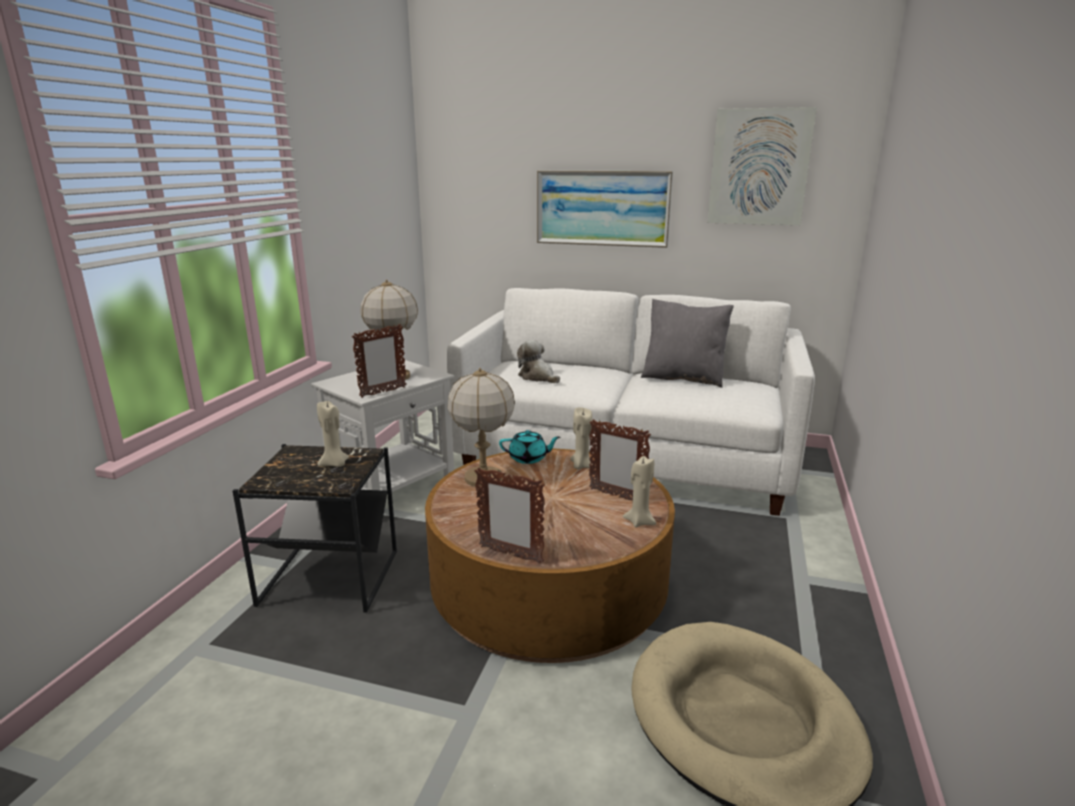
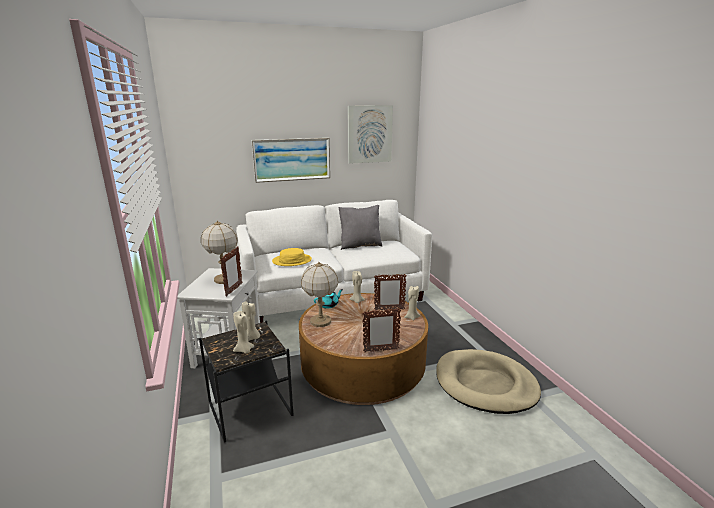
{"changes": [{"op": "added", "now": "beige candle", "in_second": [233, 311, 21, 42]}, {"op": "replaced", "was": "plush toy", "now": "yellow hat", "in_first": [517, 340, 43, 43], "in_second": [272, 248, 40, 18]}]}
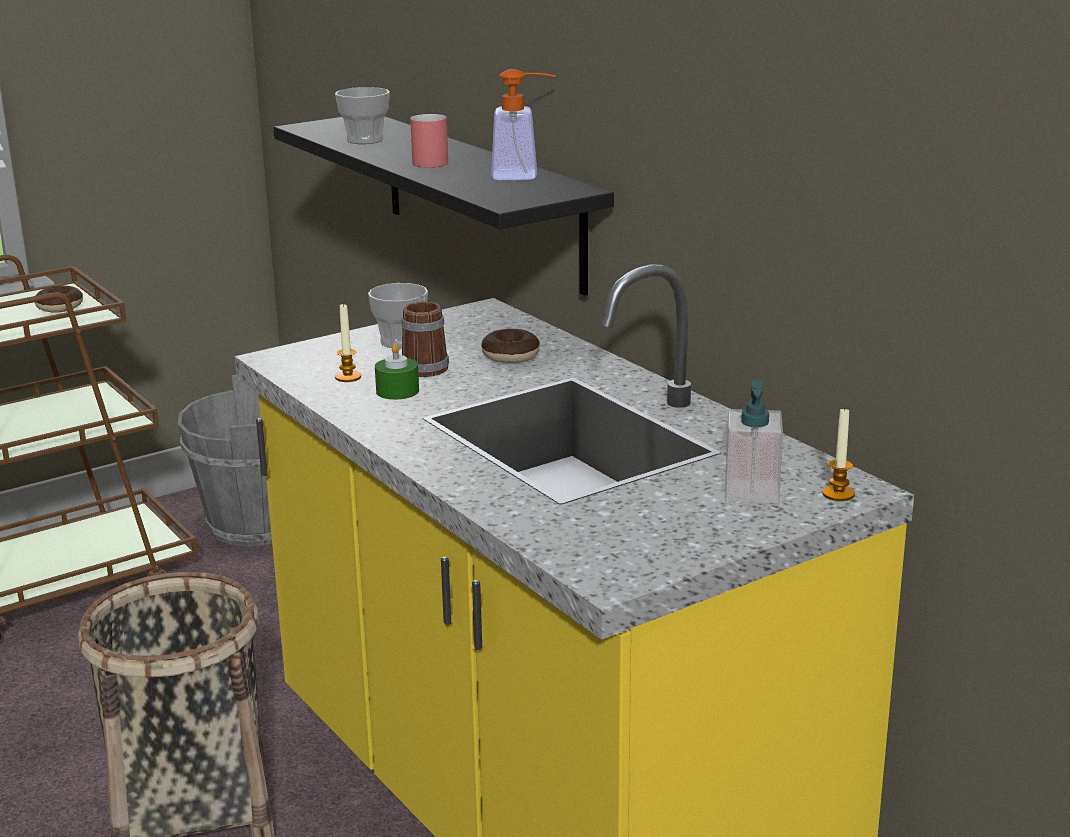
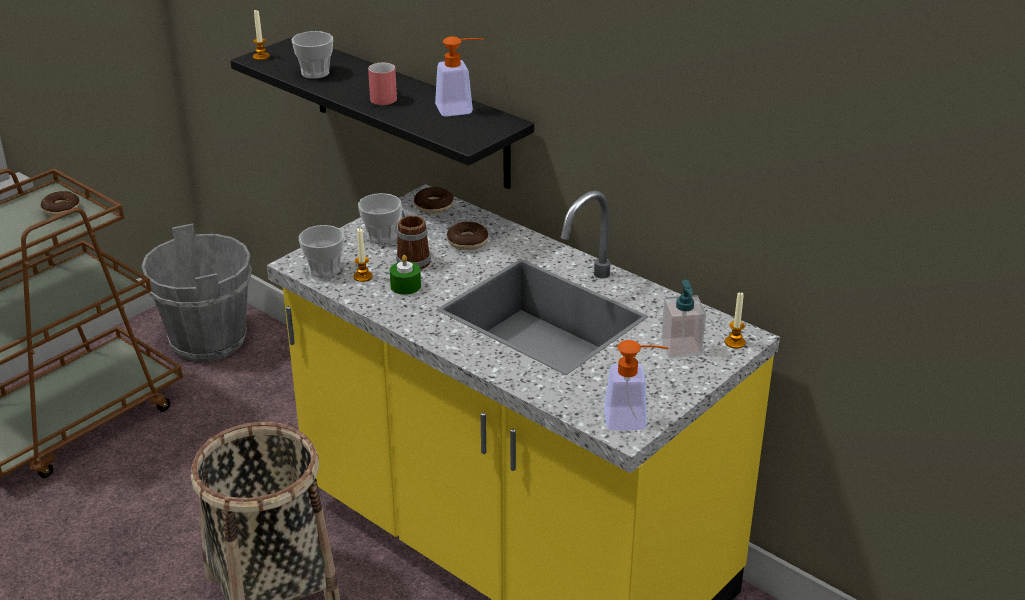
{"changes": [{"op": "added", "now": "candle", "in_second": [253, 10, 17, 50]}, {"op": "added", "now": "cup", "in_second": [299, 225, 45, 53]}, {"op": "added", "now": "donut", "in_second": [414, 187, 40, 27]}, {"op": "added", "now": "soap dispenser", "in_second": [604, 340, 65, 90]}]}
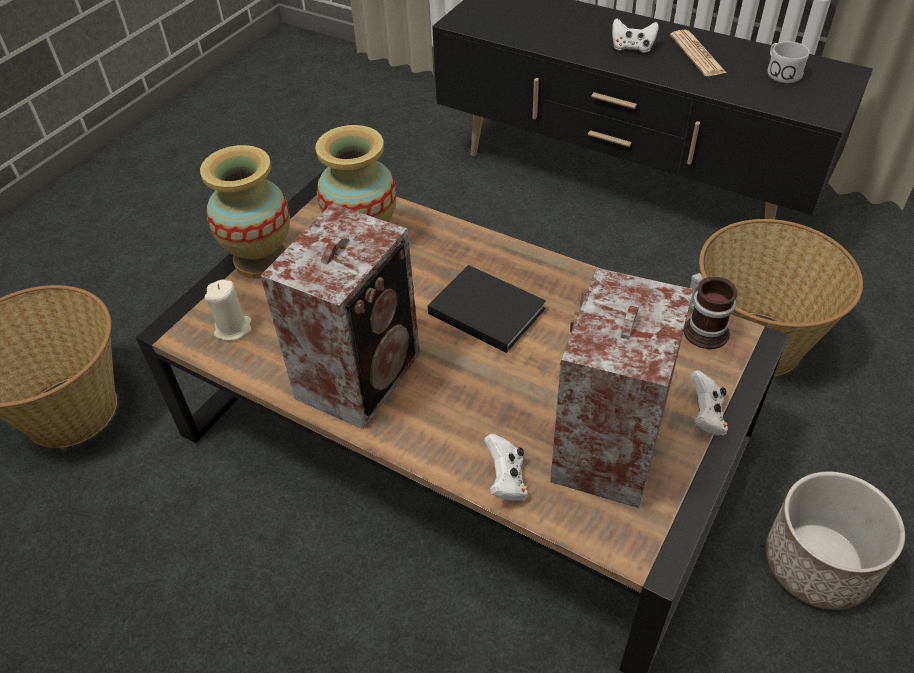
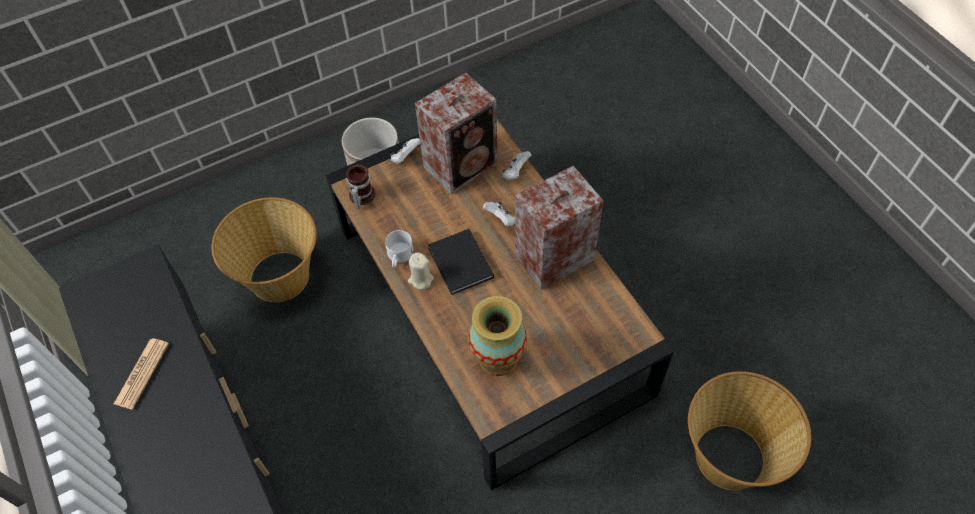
{"changes": [{"op": "moved", "was": "white mug", "in_first": [767, 41, 42, 42], "in_second": [385, 230, 29, 38]}, {"op": "moved", "was": "beige candle", "in_first": [205, 279, 46, 62], "in_second": [408, 252, 26, 37]}, {"op": "moved", "was": "white game controller", "in_first": [612, 18, 46, 35], "in_second": [483, 201, 32, 25]}, {"op": "removed", "was": "vase", "in_first": [200, 145, 90, 134]}]}
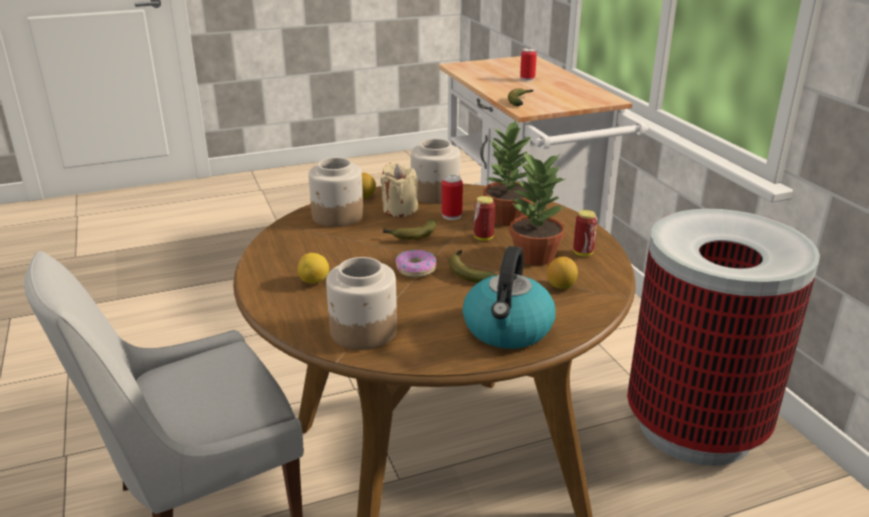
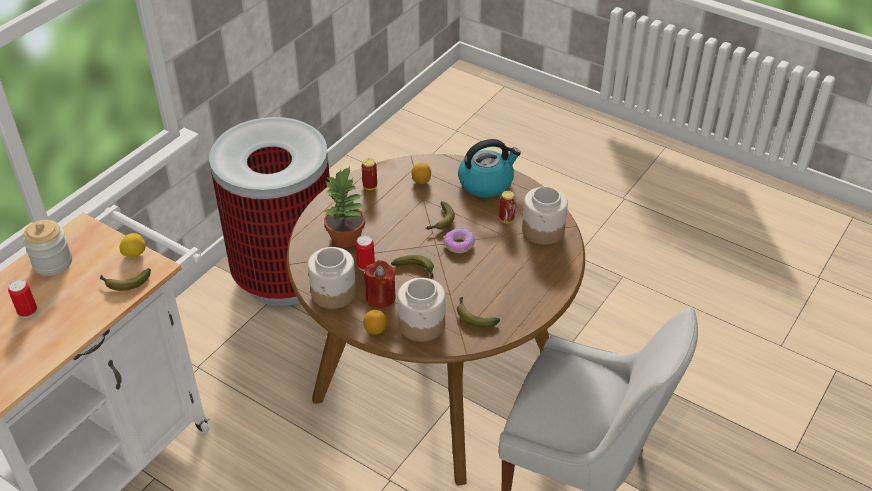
{"changes": [{"op": "added", "now": "jar", "in_second": [23, 220, 49, 56]}, {"op": "moved", "was": "lemon", "in_first": [297, 253, 32, 31], "in_second": [120, 233, 26, 24]}, {"op": "recoloured", "was": "beige candle", "now": "red candle", "in_first": [380, 162, 38, 55], "in_second": [364, 260, 32, 48]}, {"op": "added", "now": "banana", "in_second": [457, 297, 43, 31]}, {"op": "moved", "was": "can", "in_first": [474, 196, 21, 45], "in_second": [499, 191, 17, 32]}, {"op": "removed", "was": "potted plant", "in_first": [509, 152, 56, 113]}]}
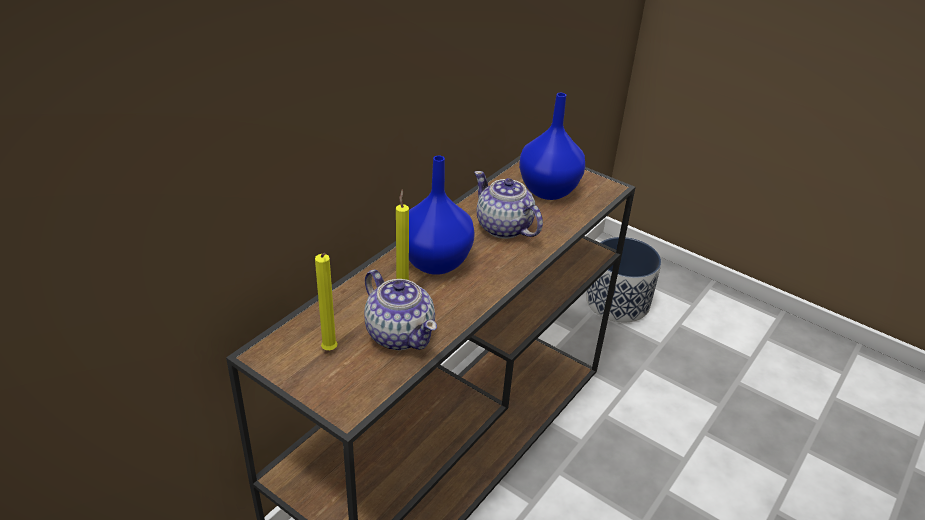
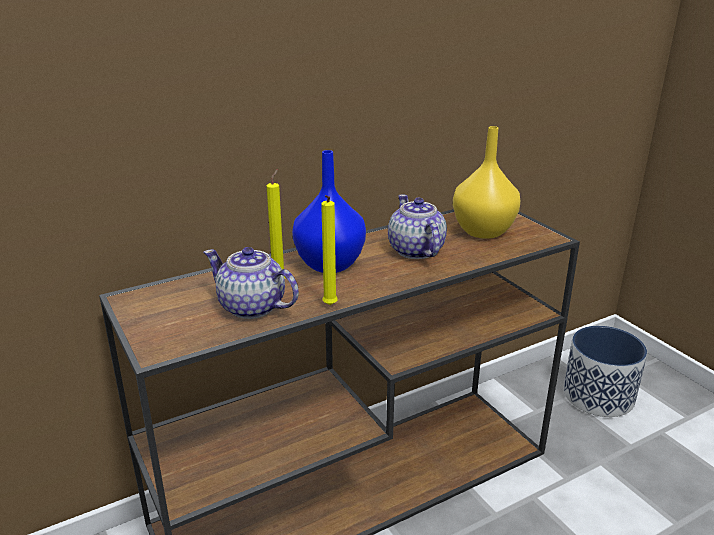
{"changes": [{"op": "turned", "was": "teapot", "in_first": [364, 270, 73, 80], "in_second": [204, 247, 95, 72], "clockwise": 135}, {"op": "moved", "was": "yellow candle", "in_first": [315, 253, 22, 97], "in_second": [321, 195, 17, 110]}, {"op": "recoloured", "was": "blue vase", "now": "yellow vase", "in_first": [519, 93, 66, 107], "in_second": [453, 126, 67, 113]}]}
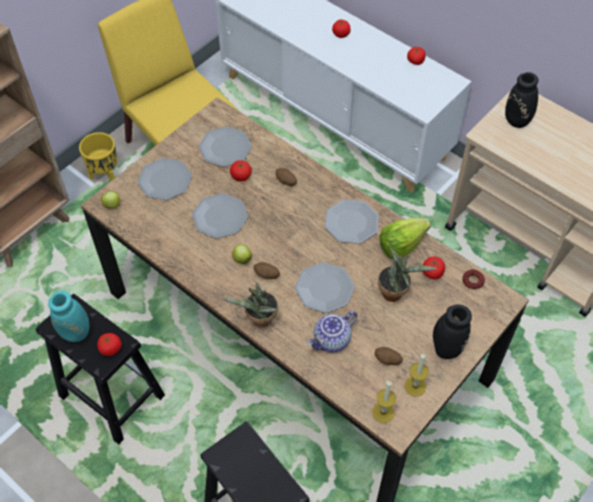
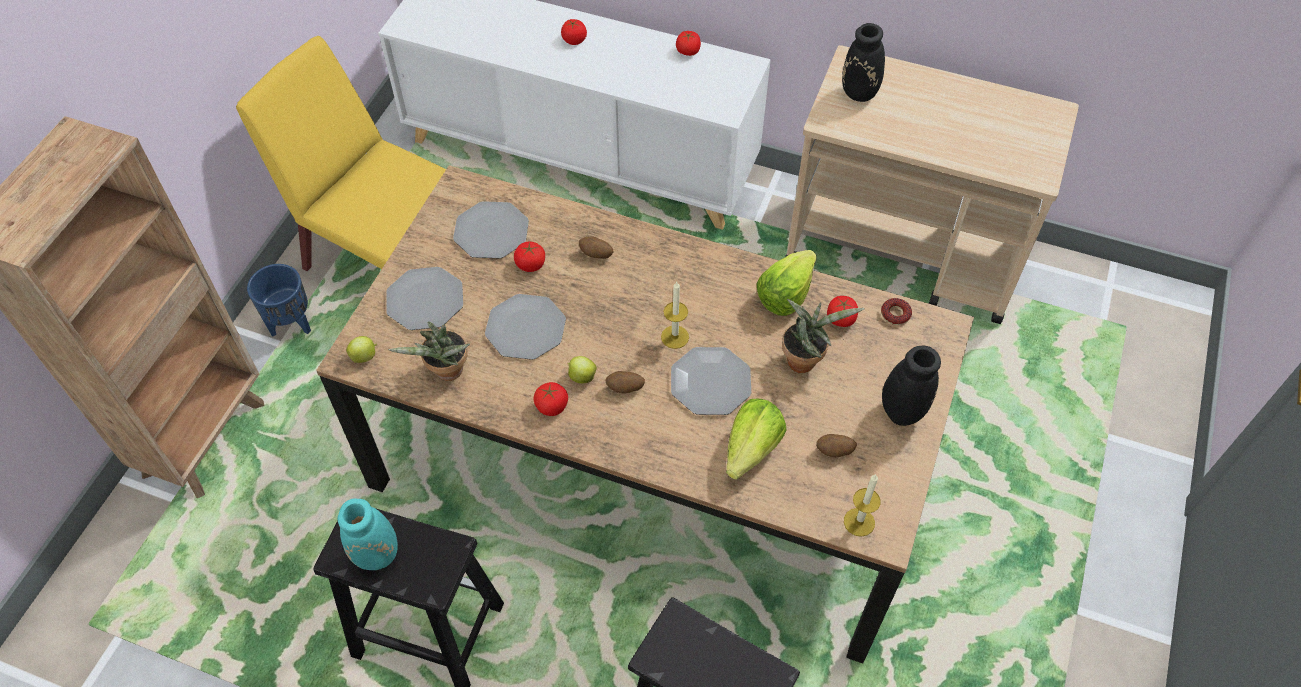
{"changes": [{"op": "recoloured", "was": "yellow planter", "now": "blue planter", "in_first": [79, 132, 39, 49], "in_second": [247, 264, 64, 73]}, {"op": "moved", "was": "potted plant", "in_first": [221, 283, 58, 45], "in_second": [388, 321, 82, 60]}, {"op": "moved", "was": "tomato", "in_first": [97, 333, 25, 23], "in_second": [534, 382, 34, 34]}, {"op": "moved", "was": "candle", "in_first": [404, 353, 25, 44], "in_second": [661, 282, 28, 67]}, {"op": "replaced", "was": "teapot", "now": "lettuce", "in_first": [307, 311, 50, 42], "in_second": [726, 399, 61, 80]}, {"op": "removed", "was": "plate", "in_first": [324, 199, 55, 45]}]}
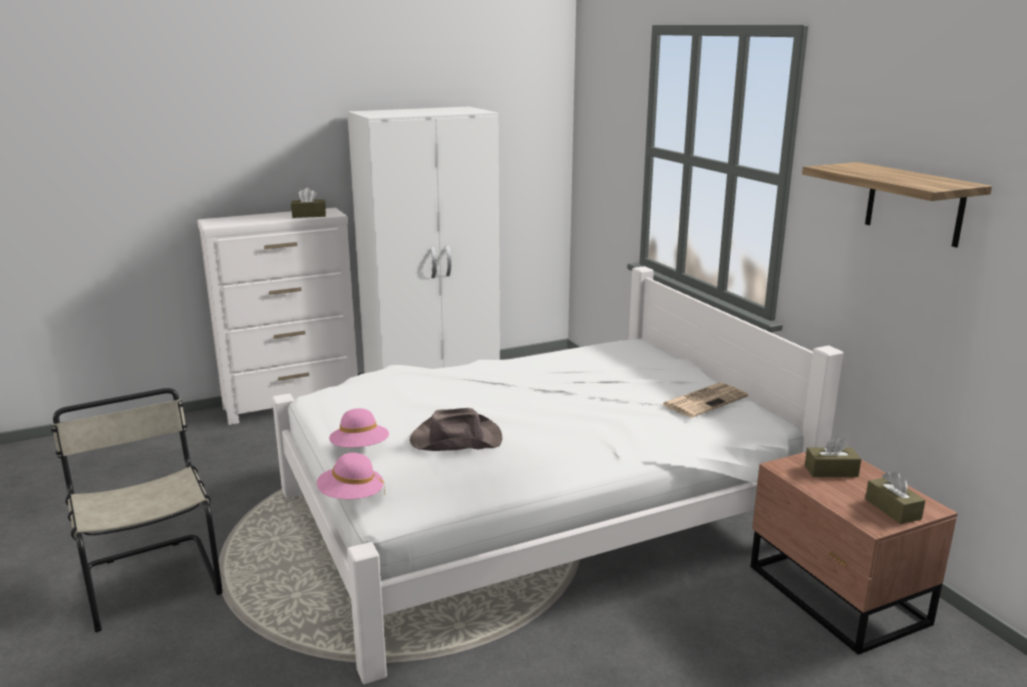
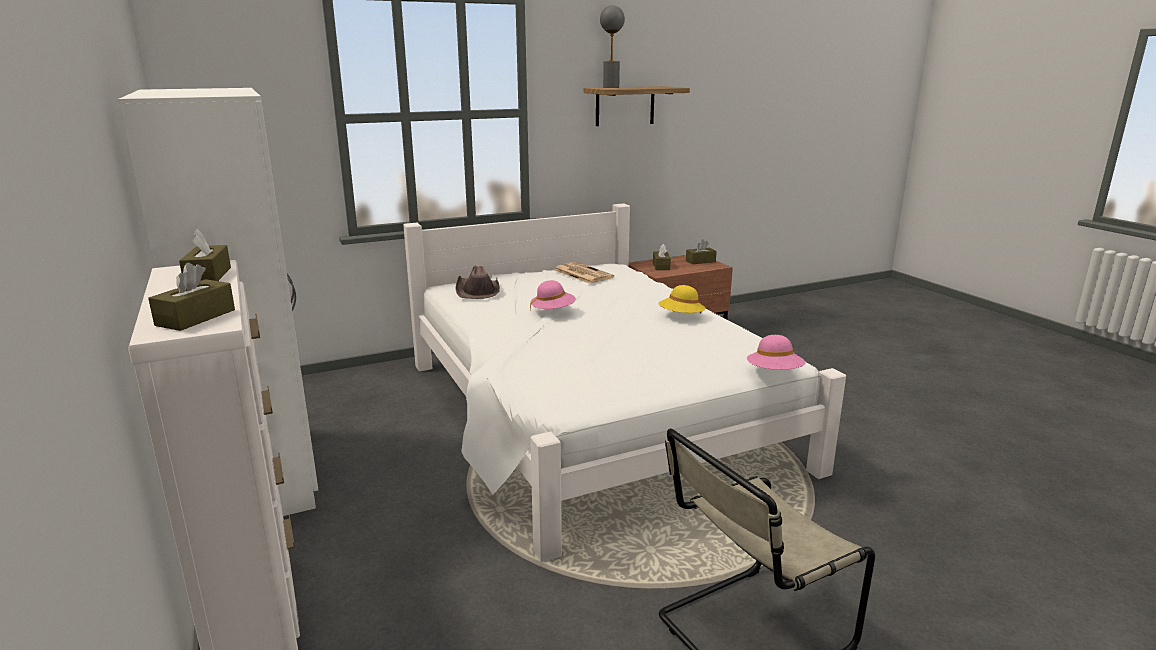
{"changes": [{"op": "added", "now": "brown tissue box", "in_second": [148, 263, 87, 68]}, {"op": "moved", "was": "brown hat", "in_first": [410, 408, 92, 43], "in_second": [456, 266, 44, 33]}, {"op": "moved", "was": "pink hat", "in_first": [329, 408, 60, 40], "in_second": [530, 280, 46, 33]}, {"op": "added", "now": "grey table lamp", "in_second": [600, 5, 25, 83]}, {"op": "added", "now": "yellow hat", "in_second": [658, 285, 48, 28]}]}
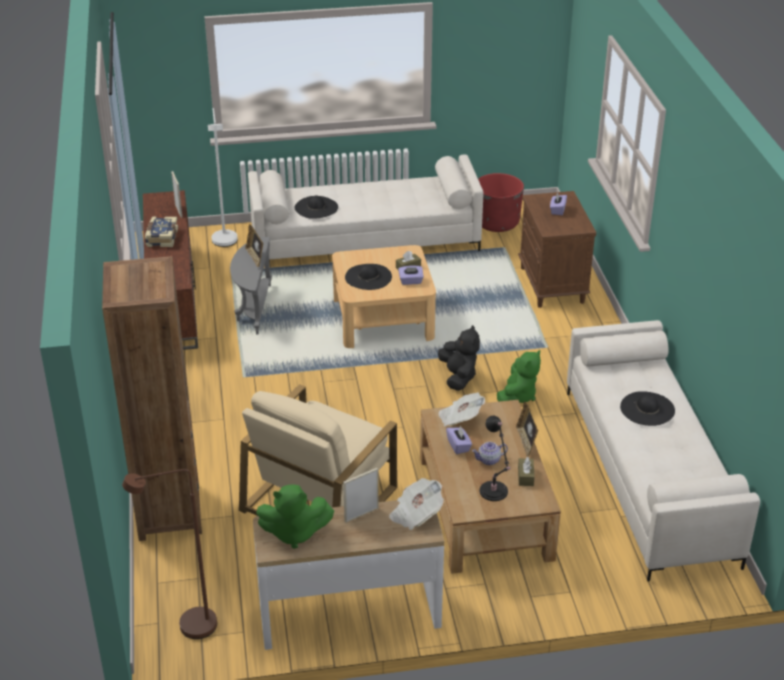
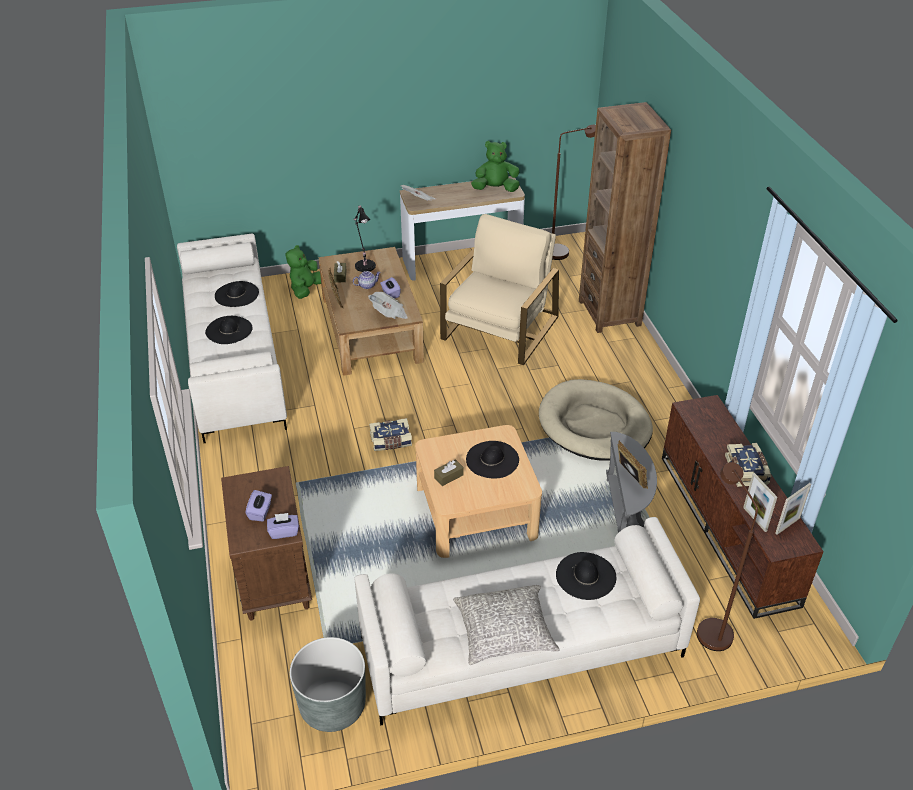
{"changes": [{"op": "added", "now": "black hat", "in_second": [215, 281, 44, 26]}, {"op": "moved", "was": "purple tissue box", "in_first": [398, 266, 26, 19], "in_second": [267, 513, 32, 26]}, {"op": "moved", "was": "green plush toy", "in_first": [497, 350, 44, 53], "in_second": [285, 245, 36, 54]}, {"op": "recoloured", "was": "red planter", "now": "grey planter", "in_first": [478, 173, 46, 59], "in_second": [290, 637, 76, 95]}, {"op": "replaced", "was": "black plush toy", "now": "book", "in_first": [438, 325, 42, 66], "in_second": [369, 418, 43, 33]}, {"op": "added", "now": "grey pillow", "in_second": [453, 585, 107, 80]}, {"op": "added", "now": "beige dog bed", "in_second": [539, 379, 114, 82]}, {"op": "recoloured", "was": "white floor lamp", "now": "brown floor lamp", "in_first": [208, 108, 30, 139], "in_second": [697, 462, 61, 189]}, {"op": "moved", "was": "picture frame", "in_first": [343, 468, 35, 55], "in_second": [775, 483, 36, 52]}]}
